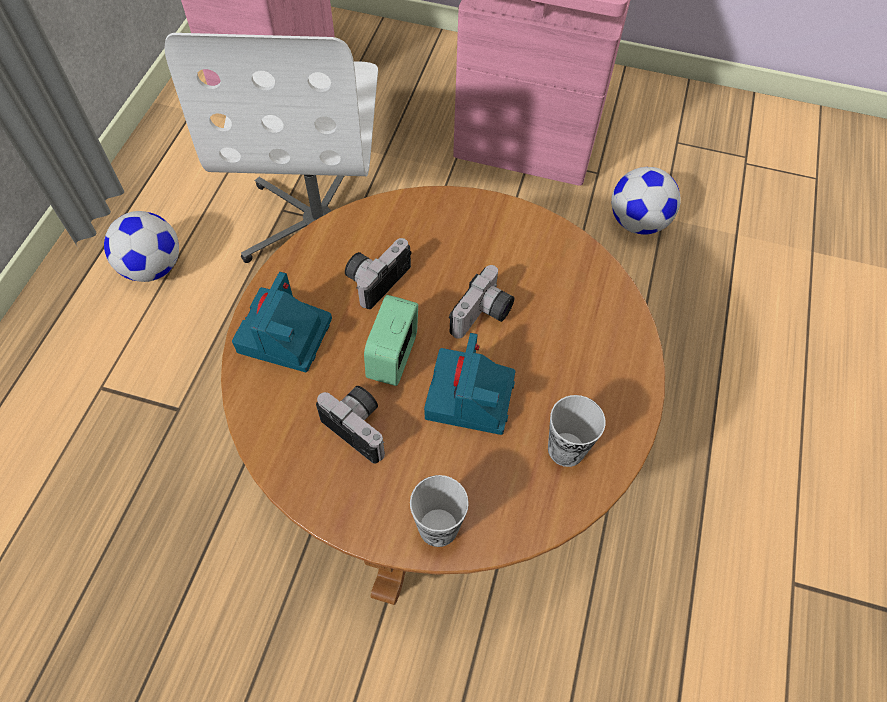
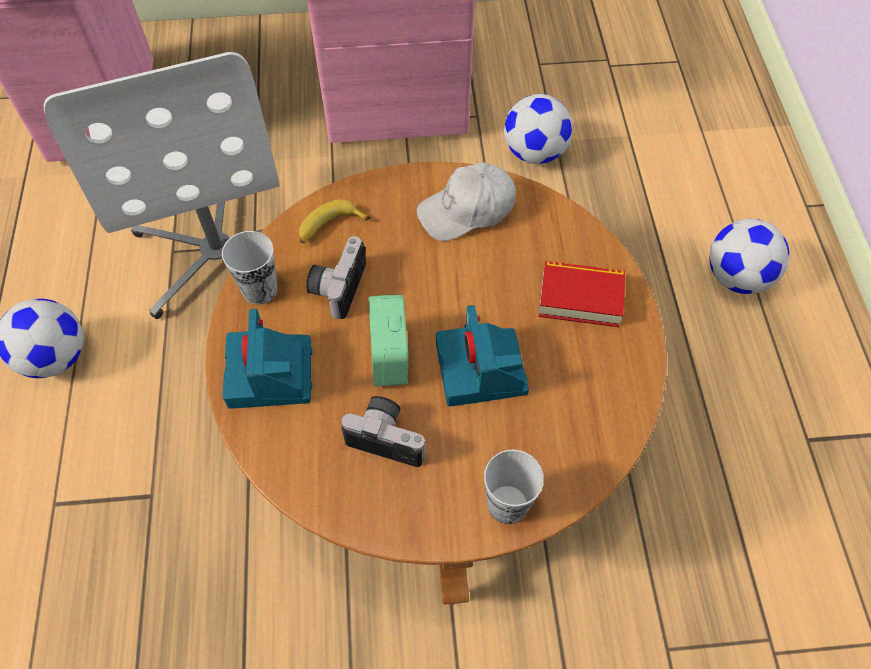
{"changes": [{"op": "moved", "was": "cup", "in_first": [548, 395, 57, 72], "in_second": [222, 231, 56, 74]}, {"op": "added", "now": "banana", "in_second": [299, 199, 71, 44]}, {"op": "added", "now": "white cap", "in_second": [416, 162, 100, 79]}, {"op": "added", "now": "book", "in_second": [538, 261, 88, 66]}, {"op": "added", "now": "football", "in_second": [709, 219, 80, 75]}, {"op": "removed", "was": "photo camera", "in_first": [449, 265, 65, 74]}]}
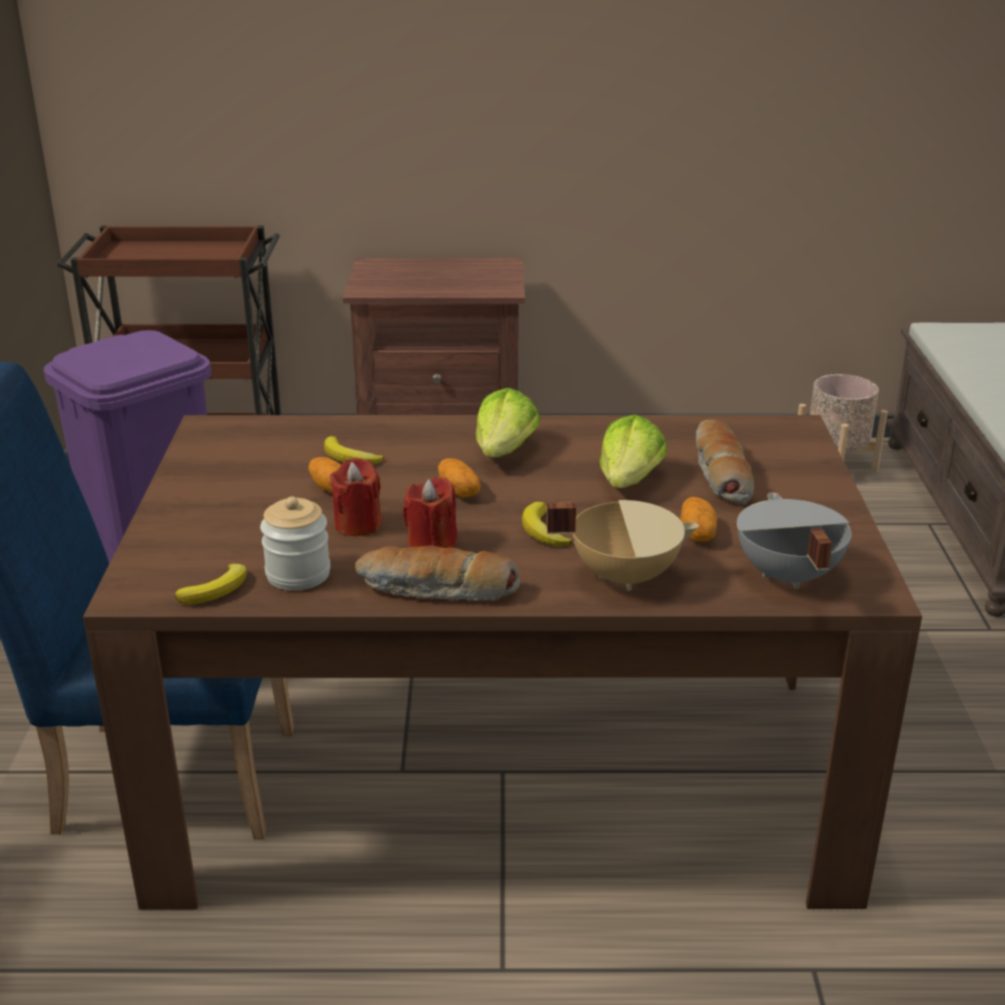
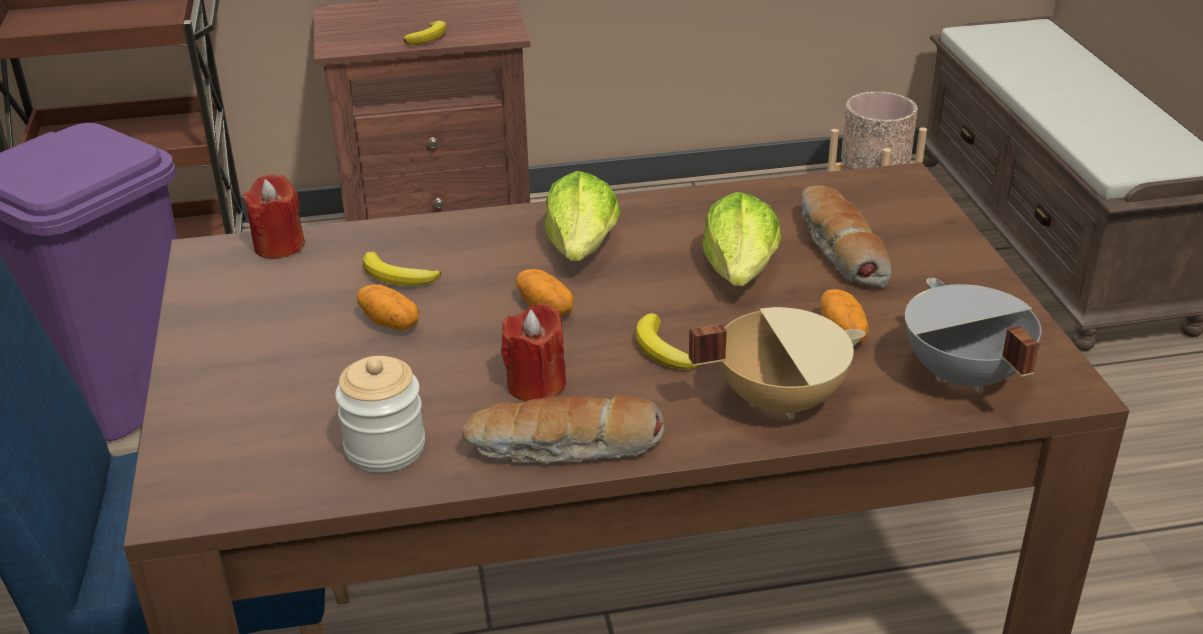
{"changes": [{"op": "moved", "was": "red candle", "in_first": [330, 458, 52, 78], "in_second": [243, 174, 62, 85]}, {"op": "moved", "was": "banana", "in_first": [175, 564, 72, 40], "in_second": [403, 21, 43, 24]}]}
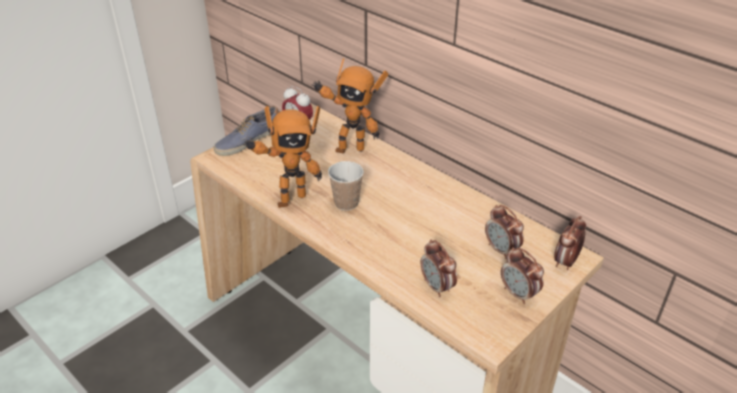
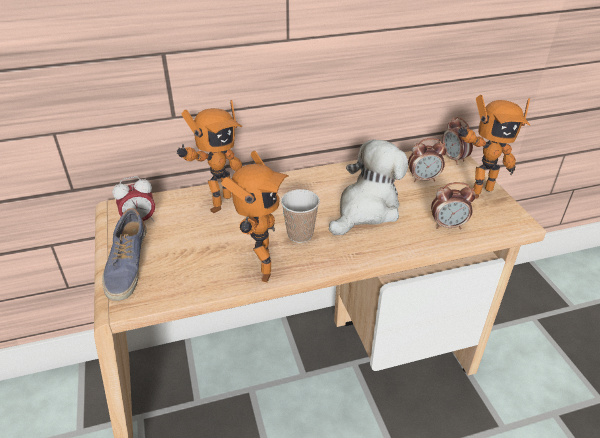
{"changes": [{"op": "added", "now": "plush toy", "in_second": [329, 139, 79, 96]}, {"op": "replaced", "was": "alarm clock", "now": "toy robot", "in_first": [501, 247, 43, 57], "in_second": [458, 95, 72, 104]}]}
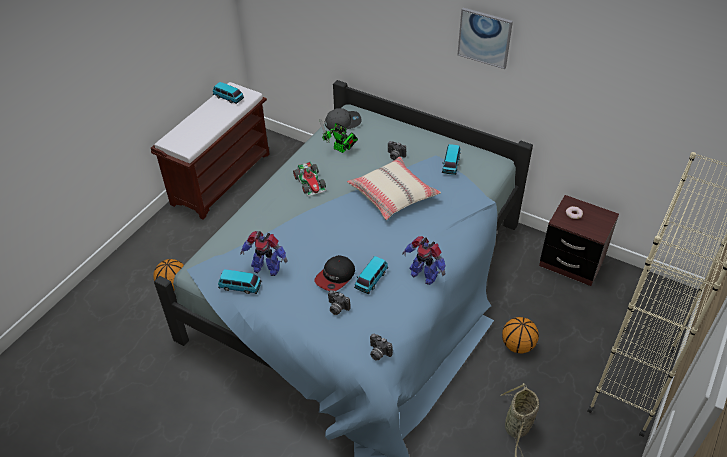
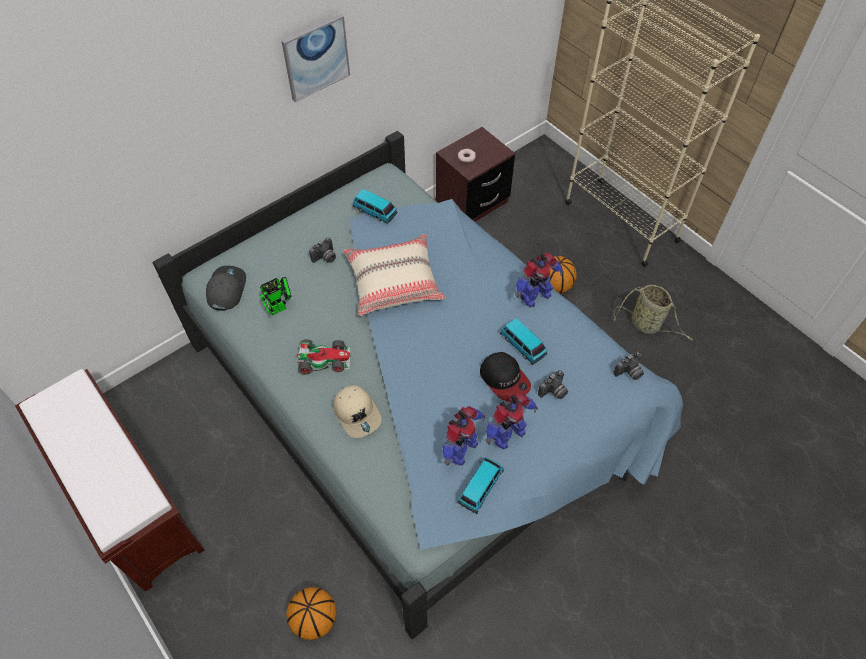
{"changes": [{"op": "added", "now": "beige cap", "in_second": [333, 385, 49, 53]}, {"op": "added", "now": "toy robot", "in_second": [486, 392, 52, 57]}, {"op": "removed", "was": "toy car", "in_first": [213, 82, 31, 22]}]}
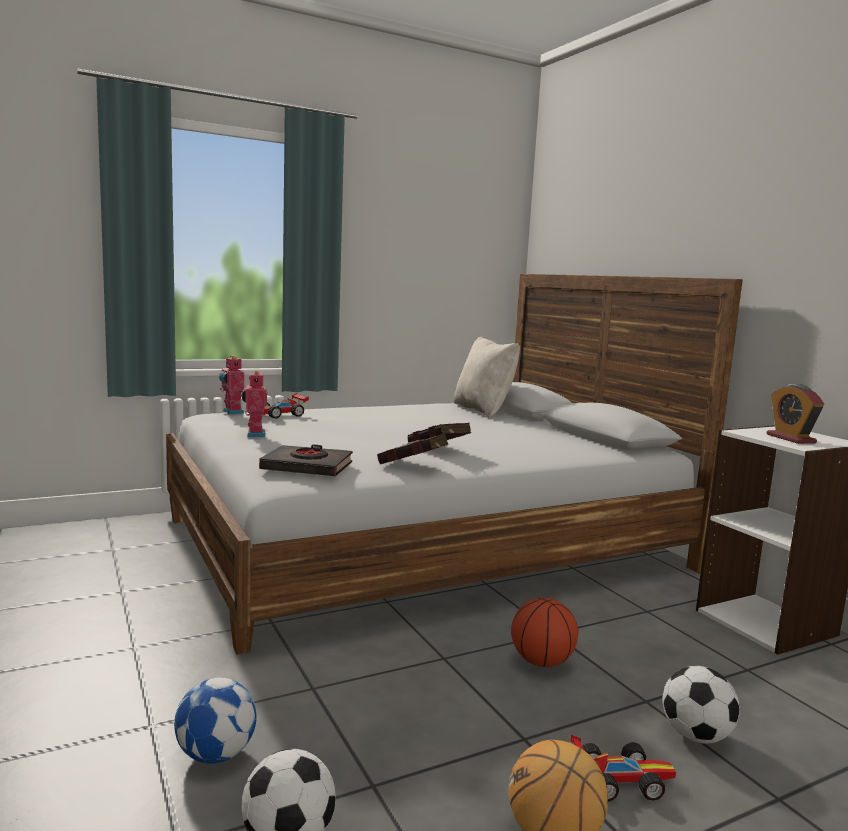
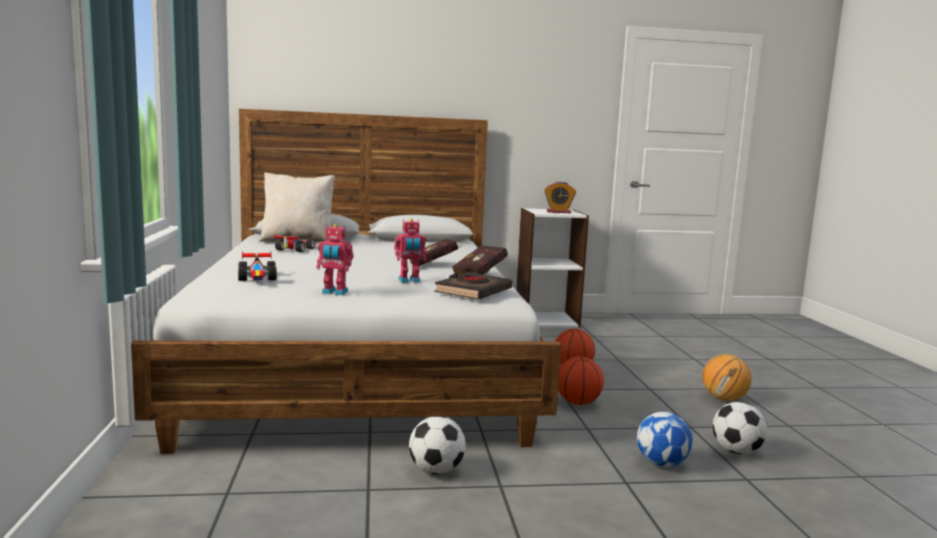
{"changes": [{"op": "moved", "was": "toy car", "in_first": [570, 735, 106, 67], "in_second": [274, 234, 42, 18]}, {"op": "moved", "was": "toy robot", "in_first": [219, 356, 25, 58], "in_second": [394, 219, 32, 64]}, {"op": "moved", "was": "football", "in_first": [663, 666, 77, 78], "in_second": [409, 416, 57, 58]}, {"op": "added", "now": "basketball", "in_second": [558, 356, 46, 49]}]}
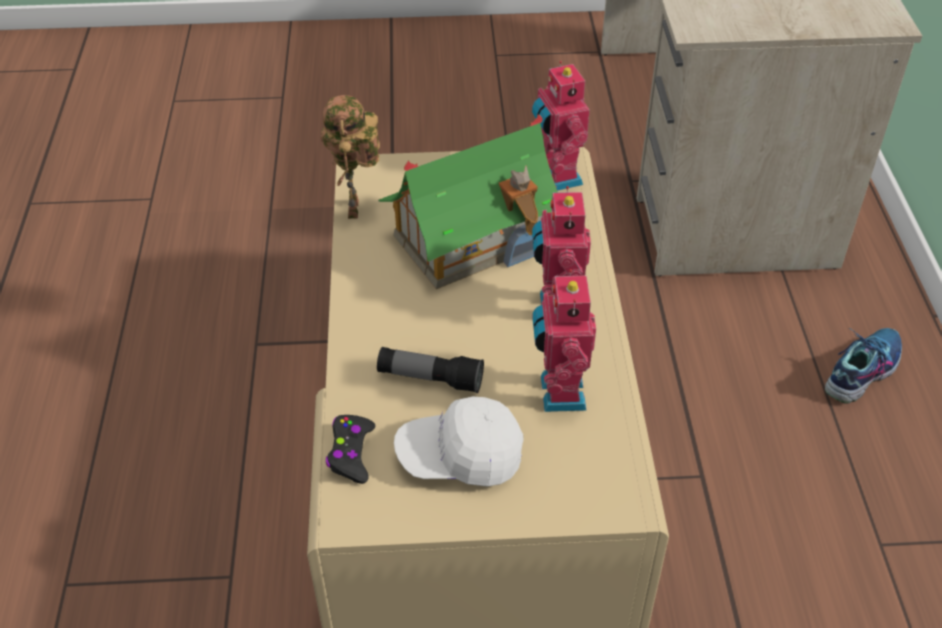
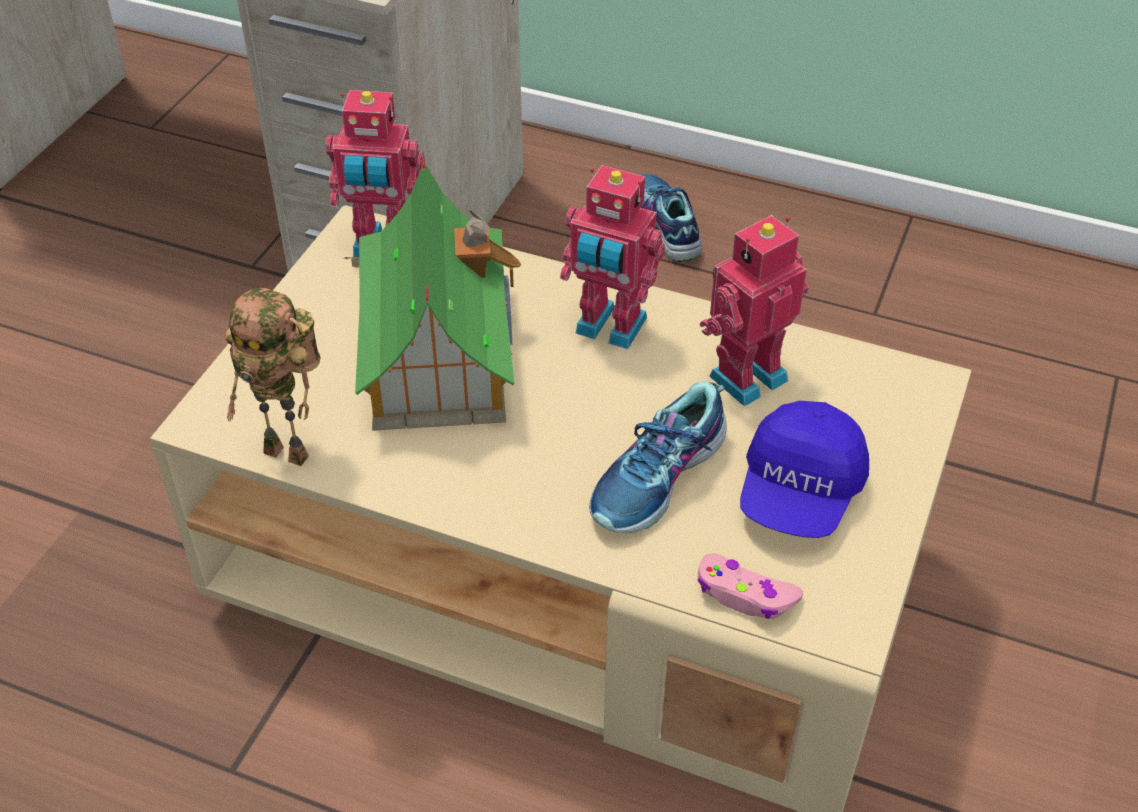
{"changes": [{"op": "replaced", "was": "flashlight", "now": "shoe", "in_first": [377, 347, 107, 46], "in_second": [589, 381, 138, 152]}, {"op": "recoloured", "was": "black game controller", "now": "pink game controller", "in_first": [326, 415, 49, 69], "in_second": [698, 553, 105, 66]}, {"op": "turned", "was": "toy robot", "in_first": [532, 269, 64, 143], "in_second": [700, 215, 109, 192], "clockwise": 120}, {"op": "recoloured", "was": "white cap", "now": "blue cap", "in_first": [394, 397, 130, 90], "in_second": [740, 401, 129, 137]}]}
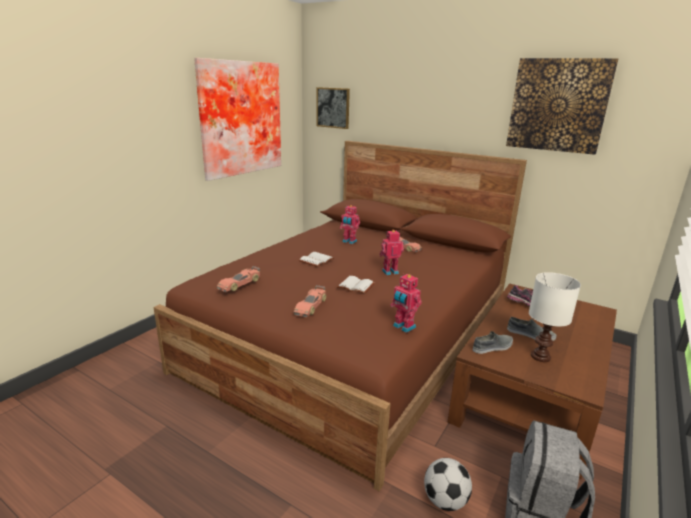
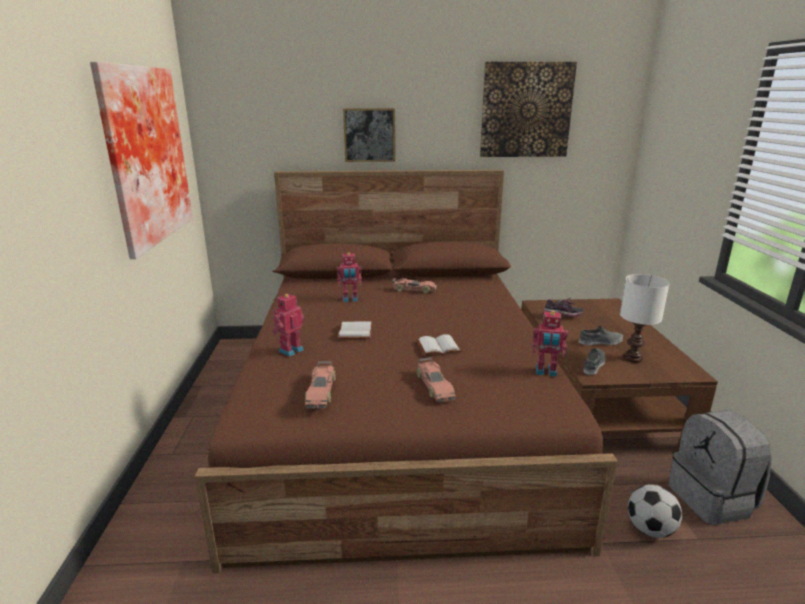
{"changes": [{"op": "moved", "was": "toy robot", "in_first": [380, 230, 24, 45], "in_second": [272, 293, 32, 64]}, {"op": "moved", "was": "picture", "in_first": [316, 87, 34, 42], "in_second": [343, 108, 52, 54]}]}
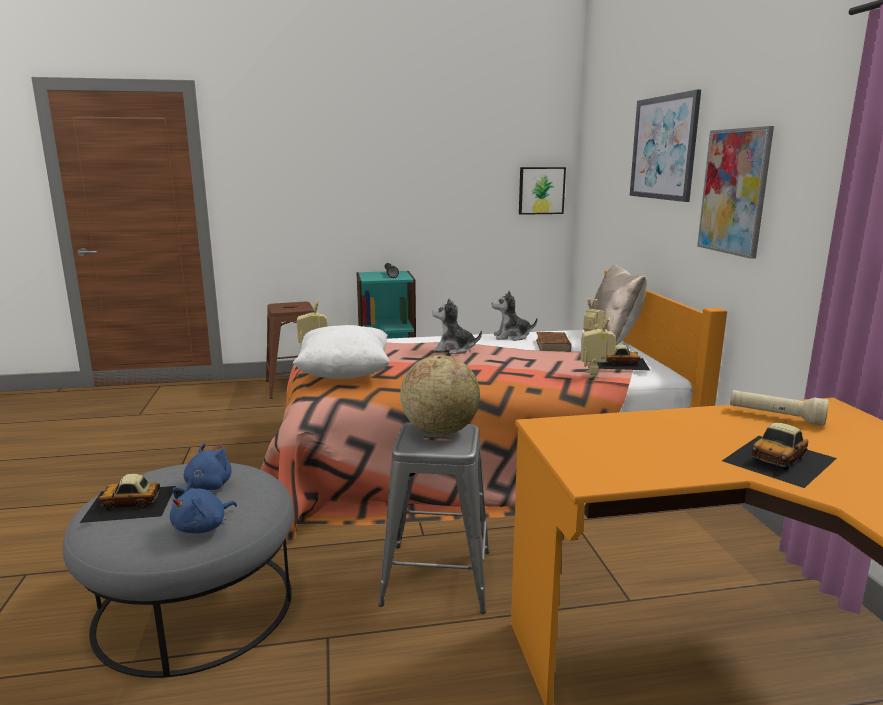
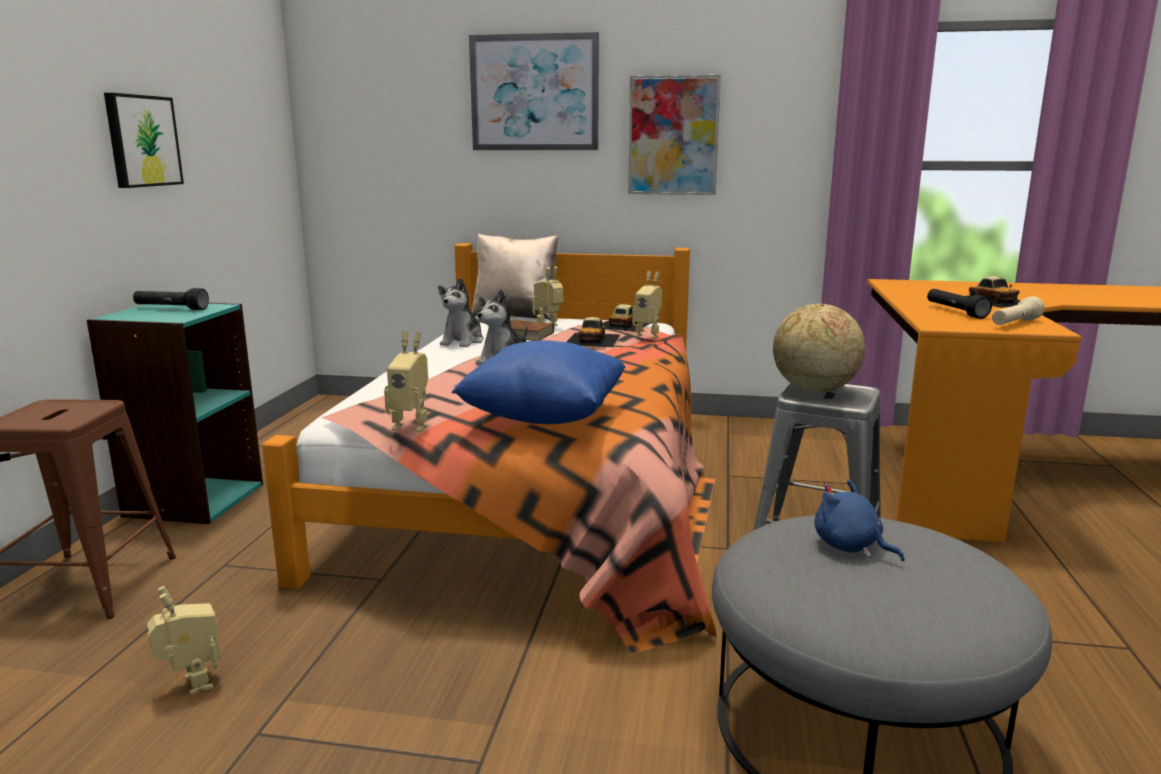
{"changes": [{"op": "moved", "was": "picture", "in_first": [519, 167, 47, 48], "in_second": [104, 93, 80, 95]}, {"op": "added", "now": "toy robot", "in_second": [147, 586, 74, 109]}, {"op": "recoloured", "was": "white pillow", "now": "blue pillow", "in_first": [293, 325, 96, 54], "in_second": [451, 340, 174, 84]}, {"op": "moved", "was": "toy car", "in_first": [80, 474, 96, 49], "in_second": [567, 317, 54, 30]}, {"op": "added", "now": "black flashlight", "in_second": [927, 289, 65, 30]}, {"op": "moved", "was": "beige flashlight", "in_first": [730, 390, 99, 36], "in_second": [992, 296, 53, 29]}, {"op": "removed", "was": "blue plush toy", "in_first": [170, 487, 67, 46]}]}
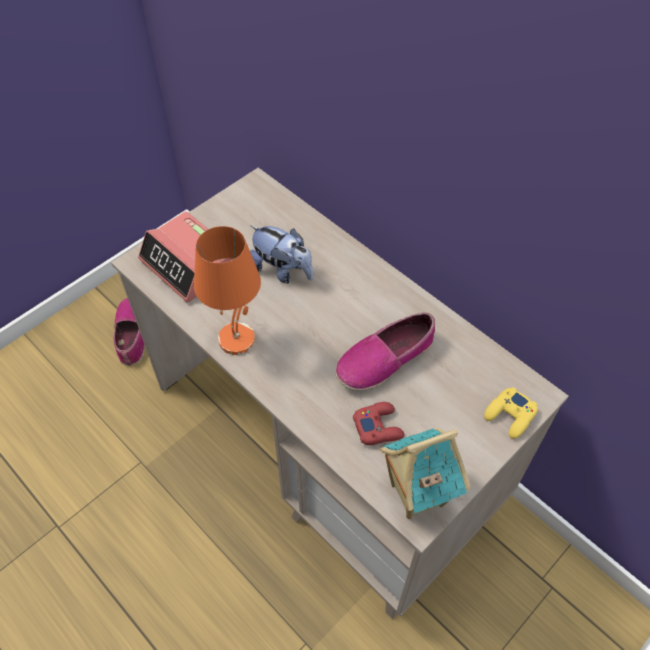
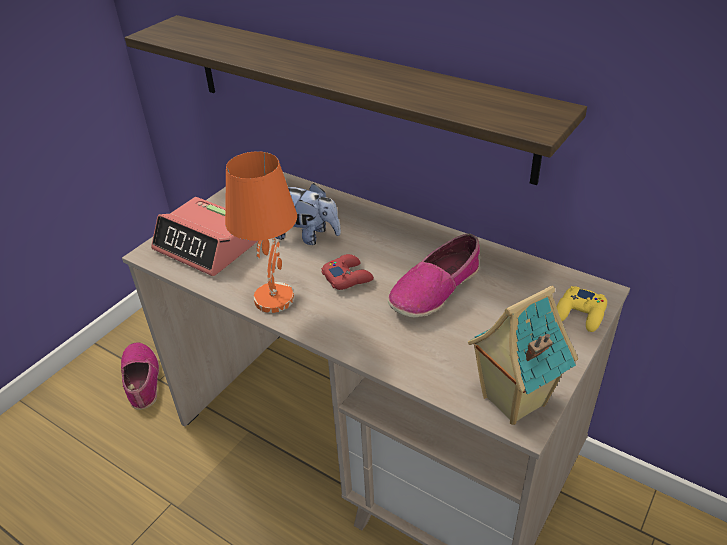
{"changes": [{"op": "added", "now": "shelf", "in_second": [125, 15, 462, 170]}, {"op": "moved", "was": "red game controller", "in_first": [353, 402, 51, 43], "in_second": [321, 254, 53, 36]}]}
